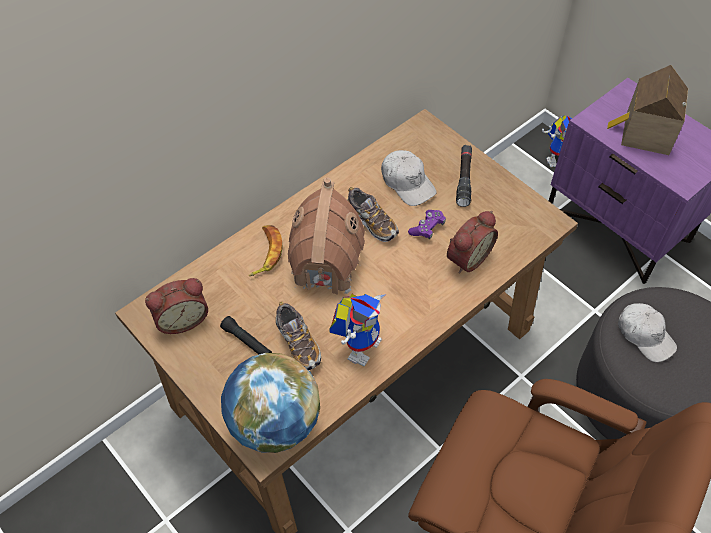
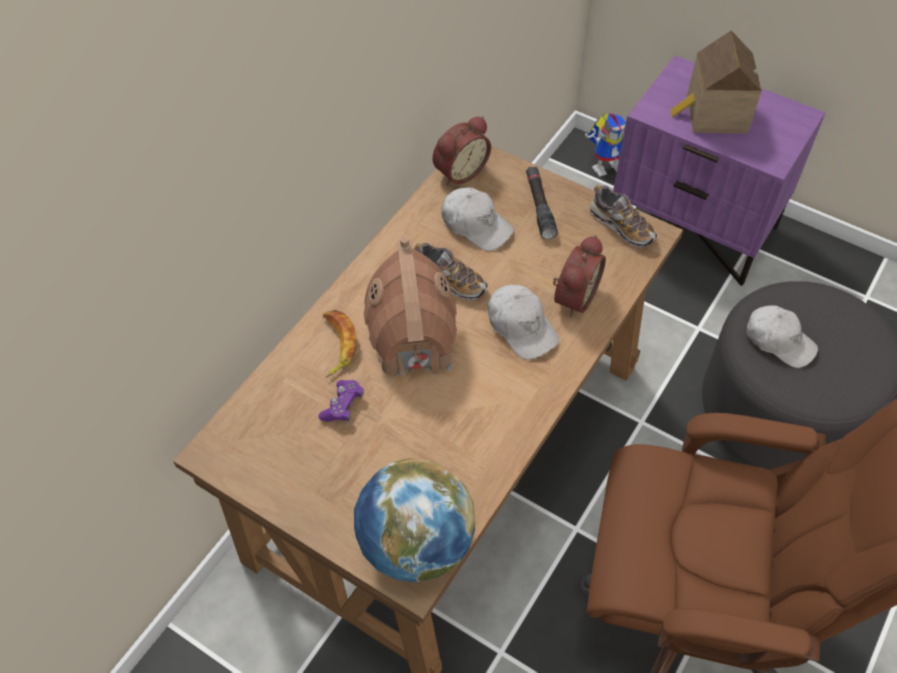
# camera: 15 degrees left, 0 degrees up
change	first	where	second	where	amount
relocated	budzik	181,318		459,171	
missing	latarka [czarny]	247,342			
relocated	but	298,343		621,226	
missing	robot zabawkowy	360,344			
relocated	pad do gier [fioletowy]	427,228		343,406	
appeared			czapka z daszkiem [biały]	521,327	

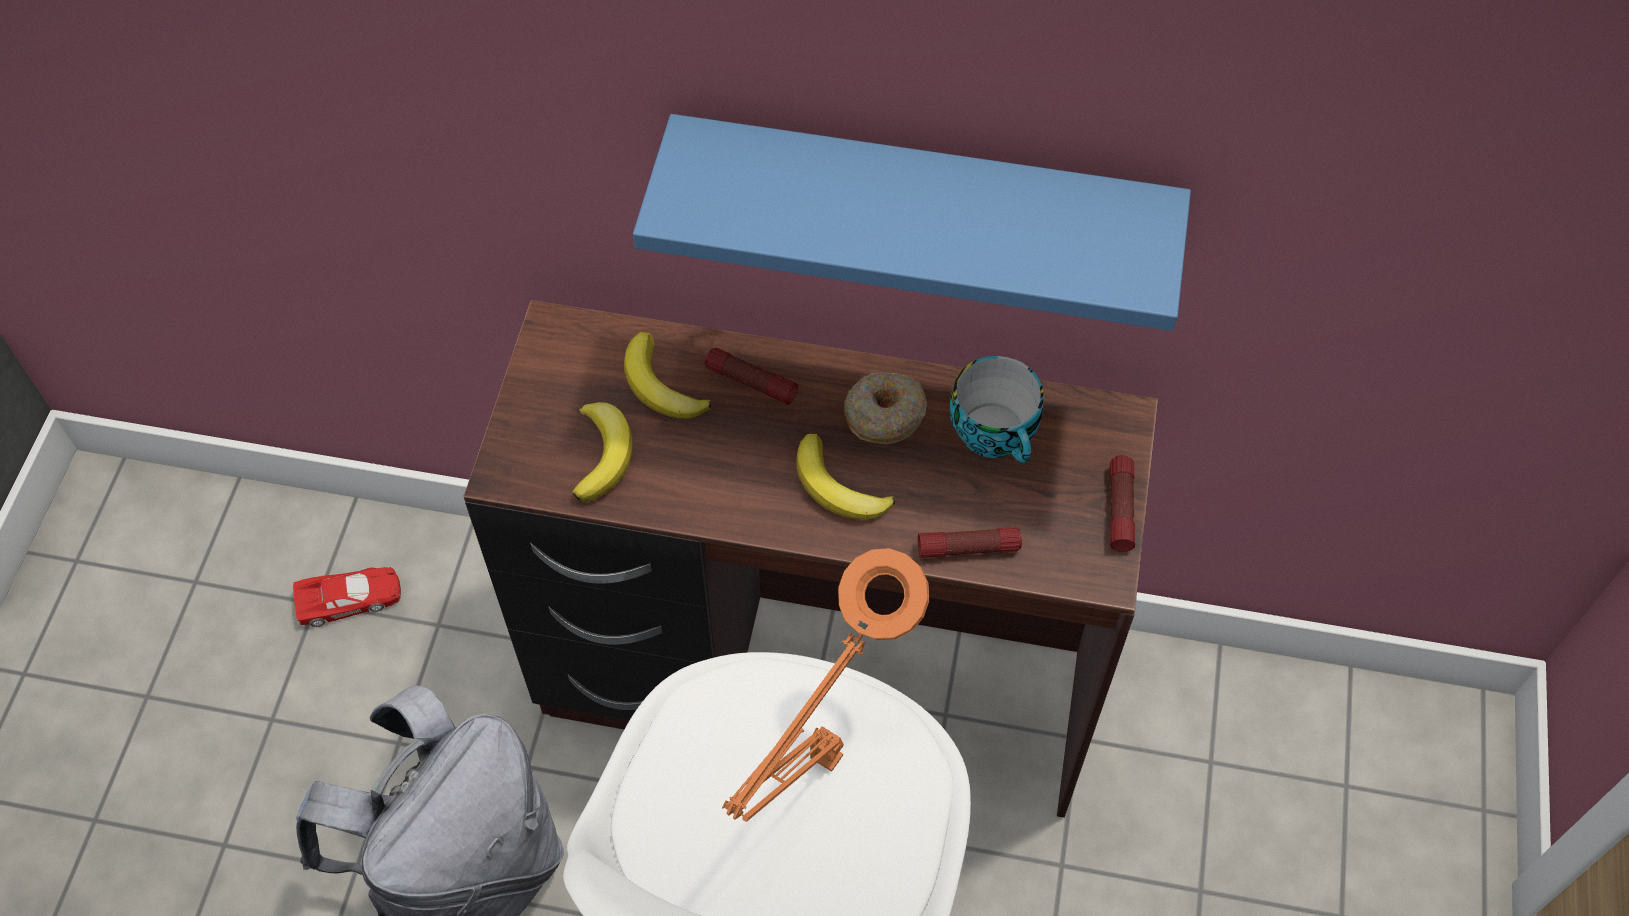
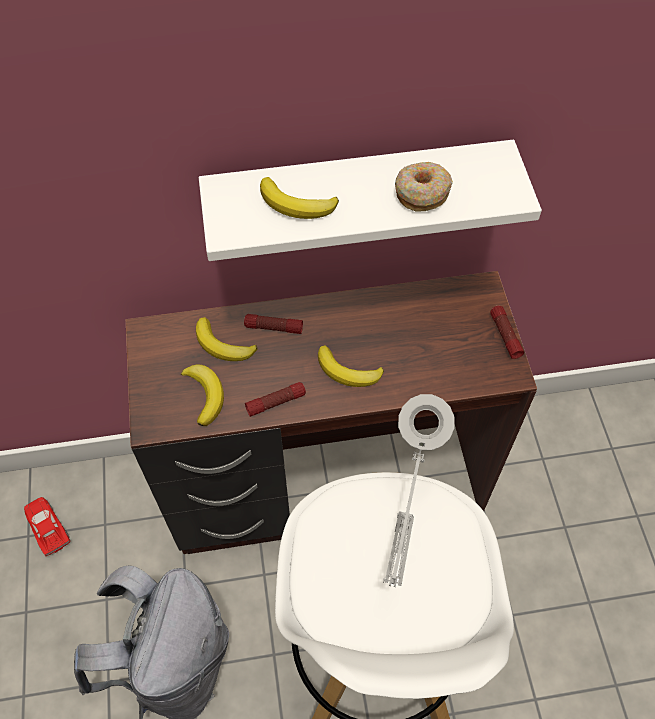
# camera: 20 degrees left, 0 degrees up
change	first	where	second	where	amount
spun	samochodzik [czerwony]	349,599		47,527	90 degrees counterclockwise
colour	półka [niebieski]	921,211	półka [biały]	357,196	
colour	lampa stołowa [pomarańczowy]	821,766	lampa stołowa [szary]	402,534	
relocated	donut	884,415		421,193	
relocated	latarka	968,548		276,402	
missing	filiżanka	997,434			
appeared			banan	297,205	

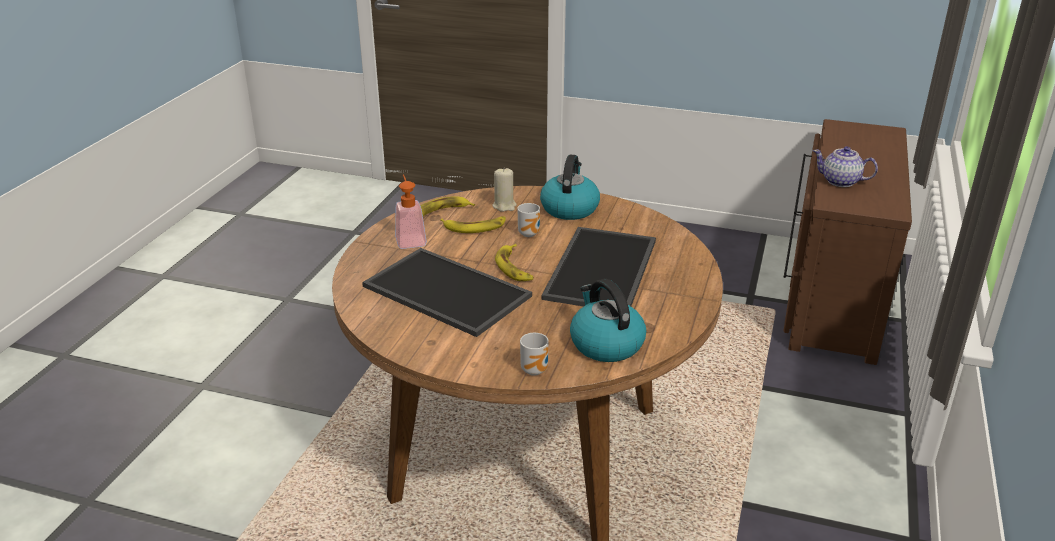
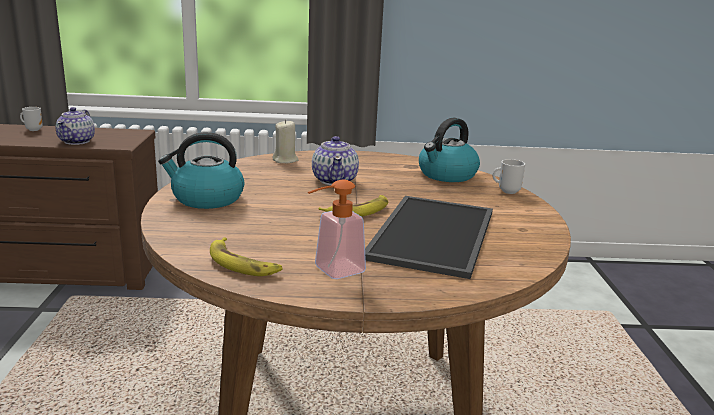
# camera: 110 degrees left, 10 degrees down
change	first	where	second	where	amount
missing	banan	474,227			
relocated	świeca [beżowy]	504,206		285,160	
relocated	kubek	530,233		33,129	
exchanged	taca	603,270	imbryk	335,180	

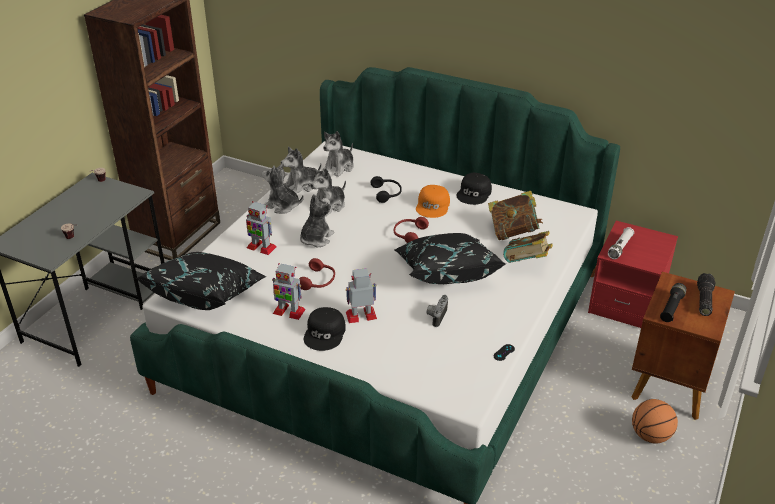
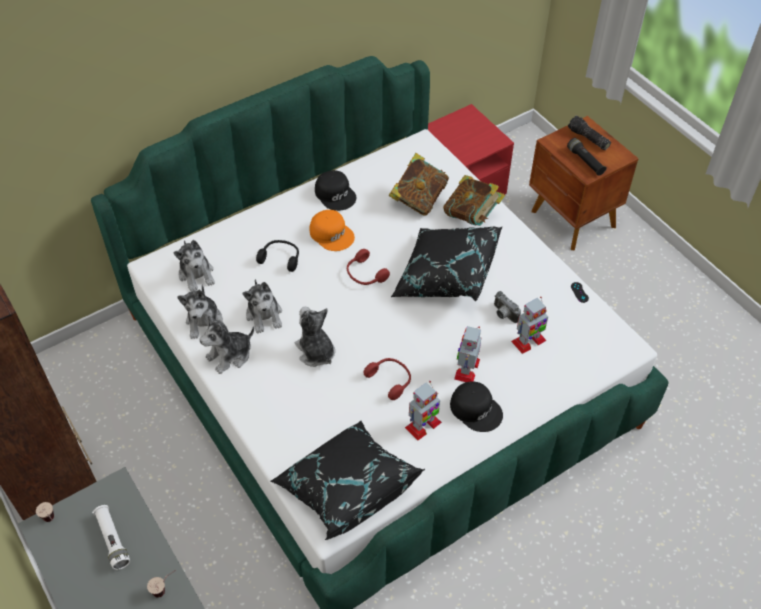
# camera: 60 degrees left, 15 degrees up
change	first	where	second	where	amount
relocated	robot zabawkowy	261,247		528,341	
relocated	latarka [biały]	620,247		113,540	
missing	piłka do koszykówki	650,436			

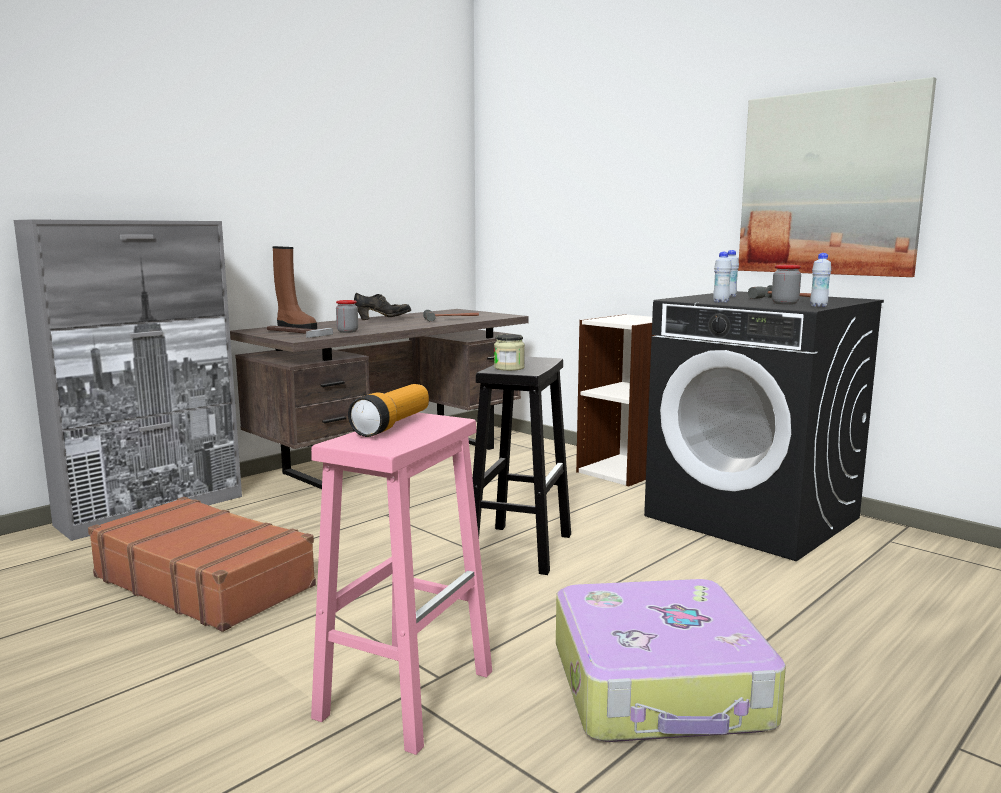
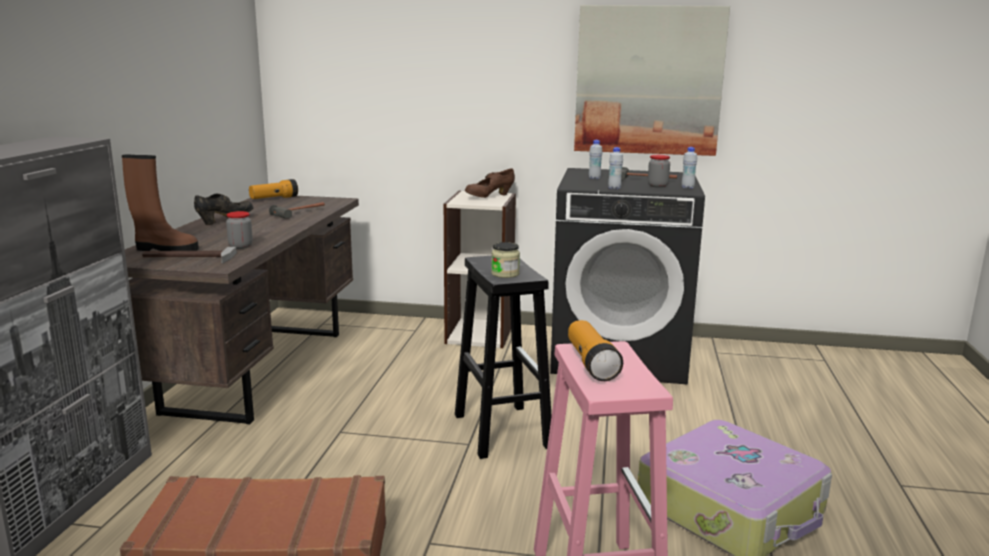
# camera: 35 degrees left, 5 degrees up
change	first	where	second	where	amount
appeared			latarka	274,198	
appeared			but [brązowy]	489,197	

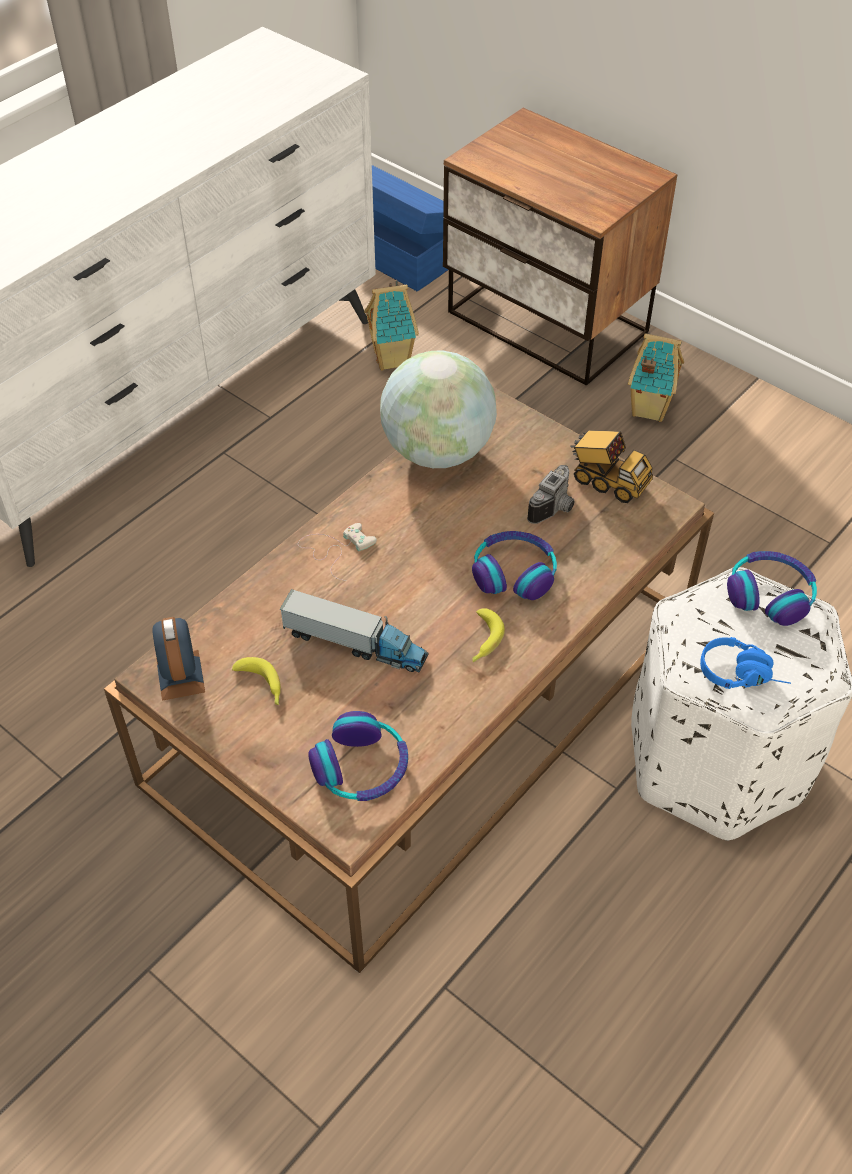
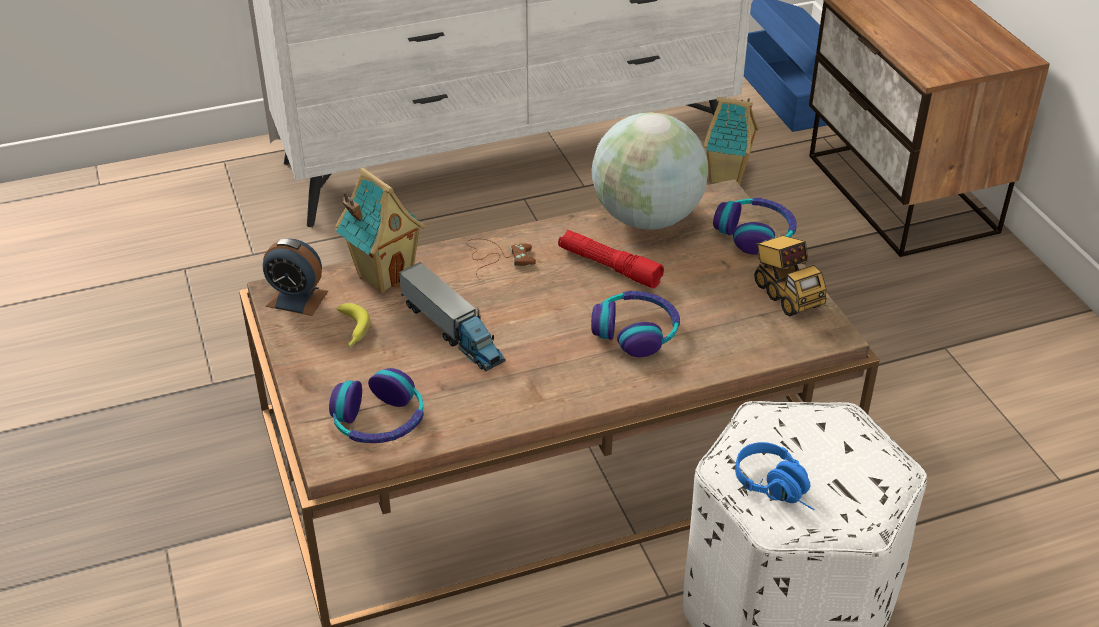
# camera: 30 degrees right, 10 degrees down
change	first	where	second	where	amount
spun	budzik	180,675		297,299	90 degrees counterclockwise
colour	pad do gier [biały]	335,549	pad do gier [brązowy]	496,257	
missing	banan	483,641			
missing	aparat fotograficzny	555,508			
relocated	domek	648,409		385,275	
relocated	słuchawki	770,594		755,234	
appeared			latarka [czerwony]	609,267	

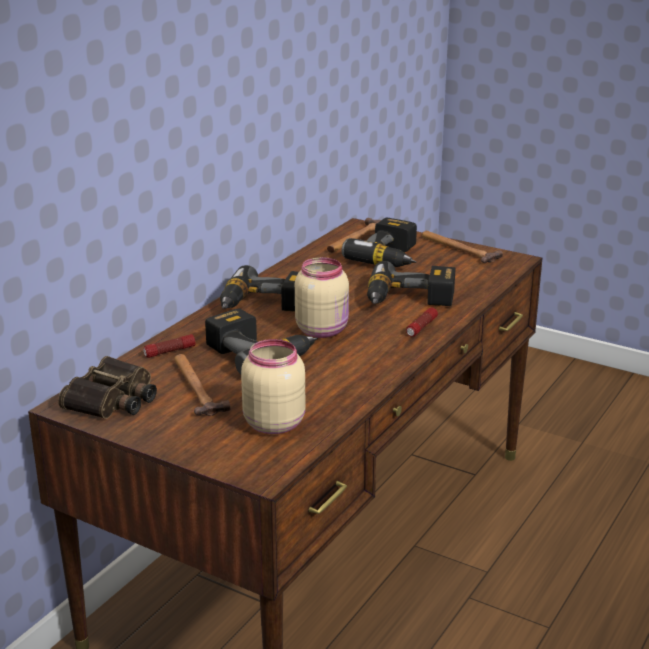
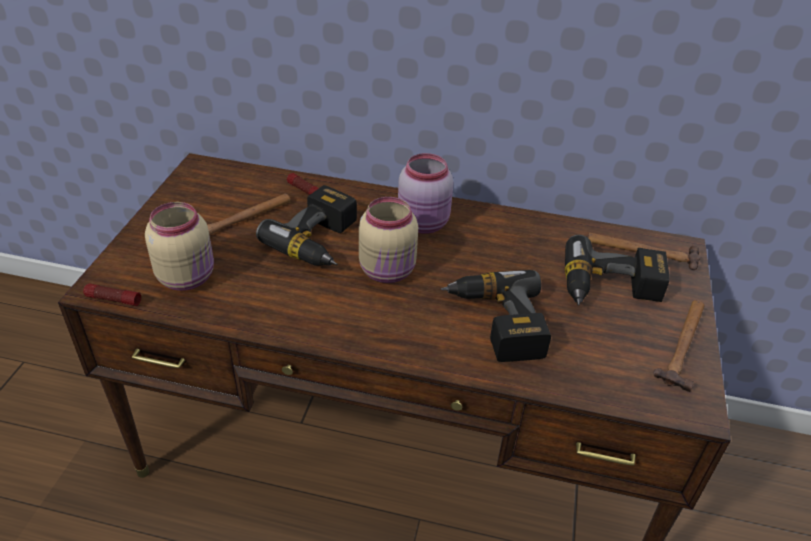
# camera: 70 degrees right, 15 degrees up
change	first	where	second	where	amount
missing	lornetka	113,399			
exchanged	wiertarka	265,306	słoik [różowy]	424,224	
relocated	latarka	421,327		113,300	

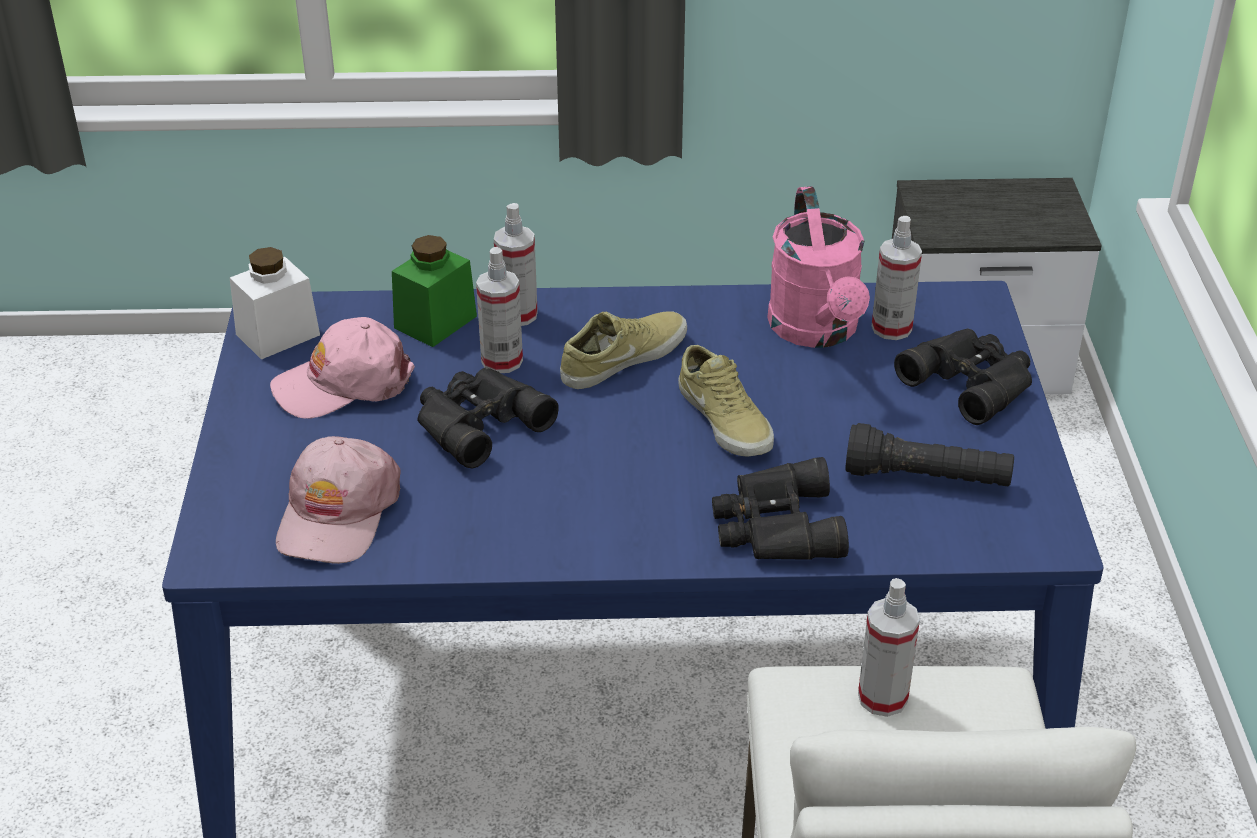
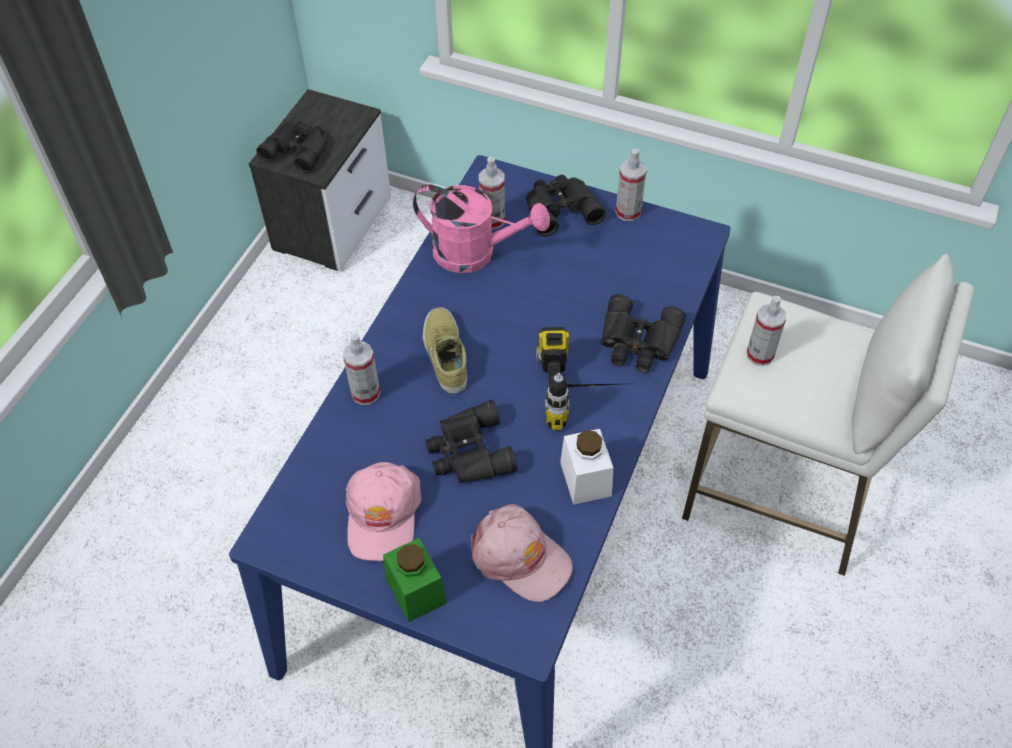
# camera: 65 degrees left, 15 degrees up
change	first	where	second	where	amount
relocated	słoik [biały]	278,334		585,479	
relocated	słoik [zielony]	435,322		416,590	
relocated	spryskiwacz	502,361		628,212	
missing	but [beżowy]	727,419			
missing	latarka [czarny]	927,478			
appeared			lornetka [czarny]	298,149	
appeared			wiertarka	586,394	

